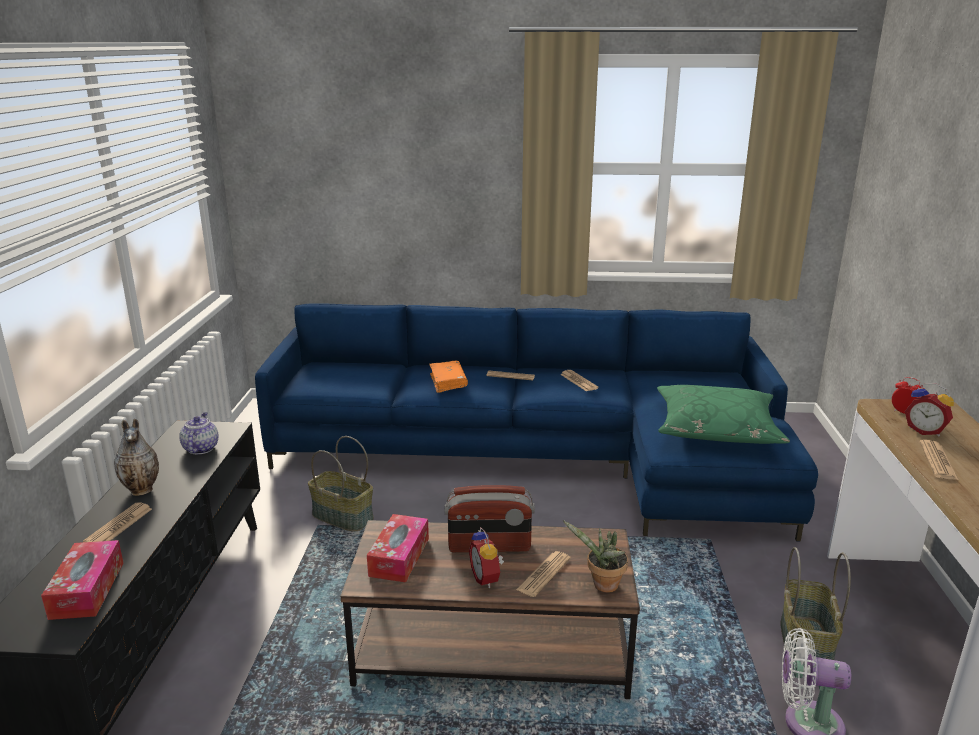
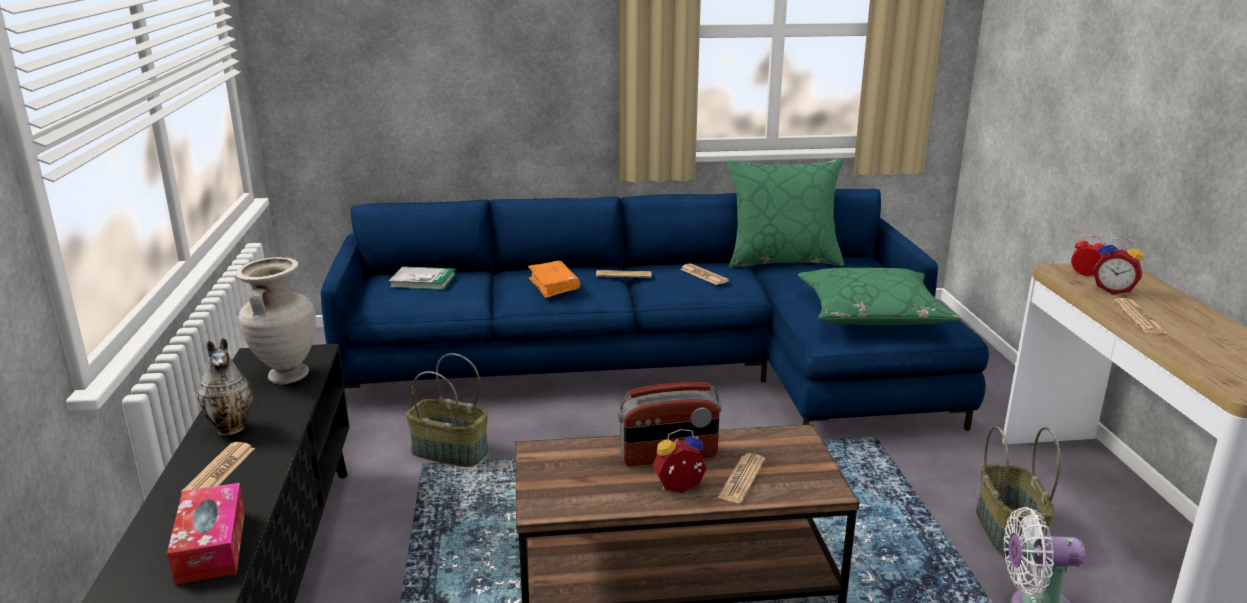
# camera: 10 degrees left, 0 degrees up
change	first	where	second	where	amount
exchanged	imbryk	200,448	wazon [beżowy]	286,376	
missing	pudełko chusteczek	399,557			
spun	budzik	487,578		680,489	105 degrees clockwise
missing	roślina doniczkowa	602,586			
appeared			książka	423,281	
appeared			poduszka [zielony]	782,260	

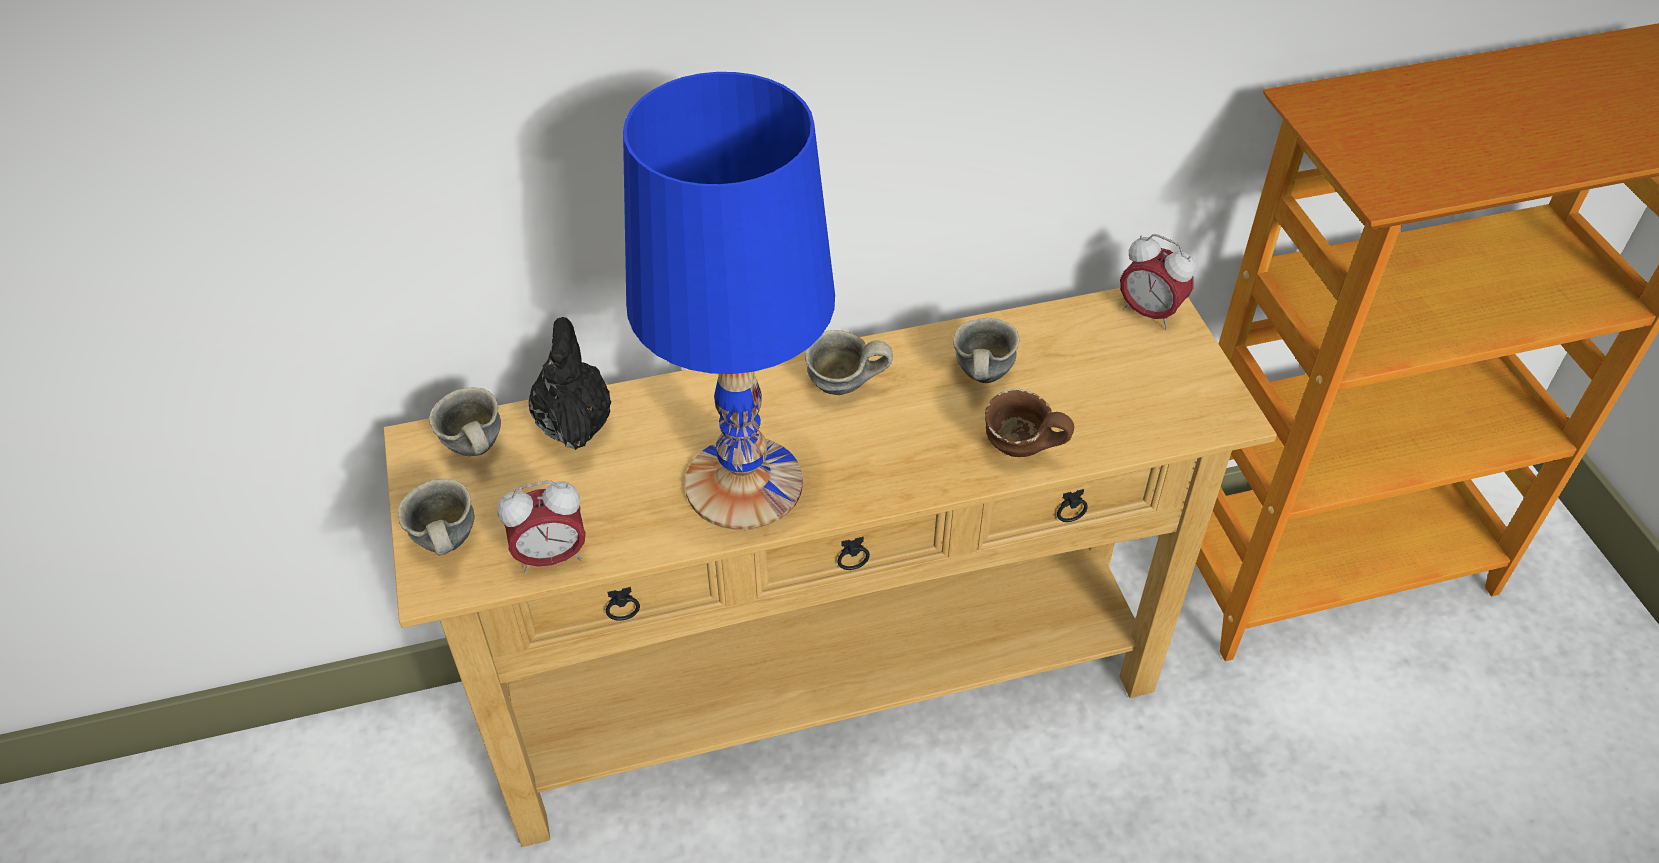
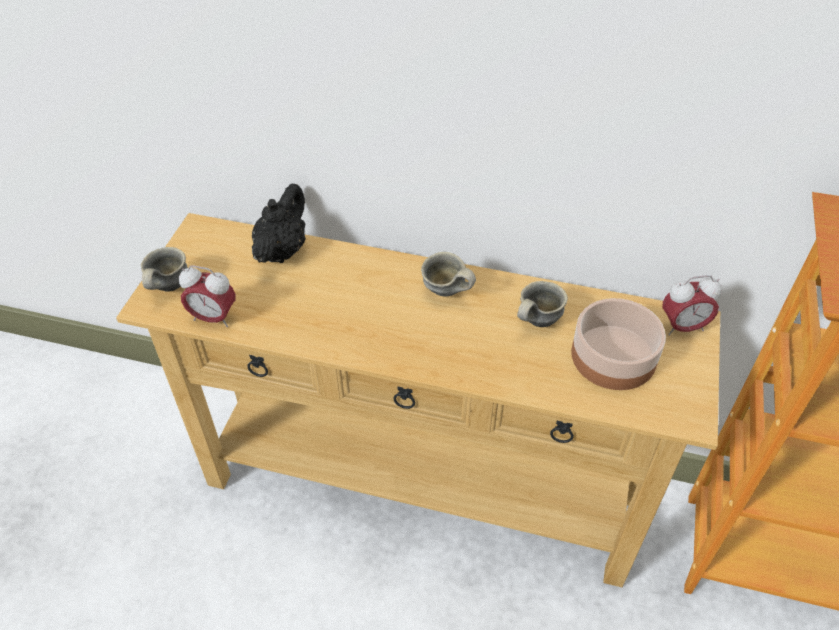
# camera: 30 degrees right, 0 degrees up
change	first	where	second	where	amount
missing	kubek [szary]	473,452			
missing	lampa stołowa [niebieski]	745,483			
missing	kubek [brązowy]	1019,453			
spun	budzik	1149,313		682,327	75 degrees counterclockwise
appeared			miska	612,357	

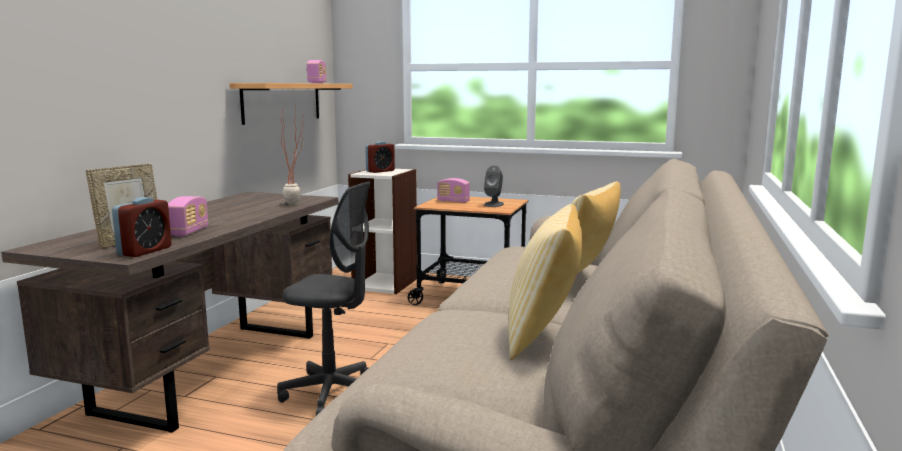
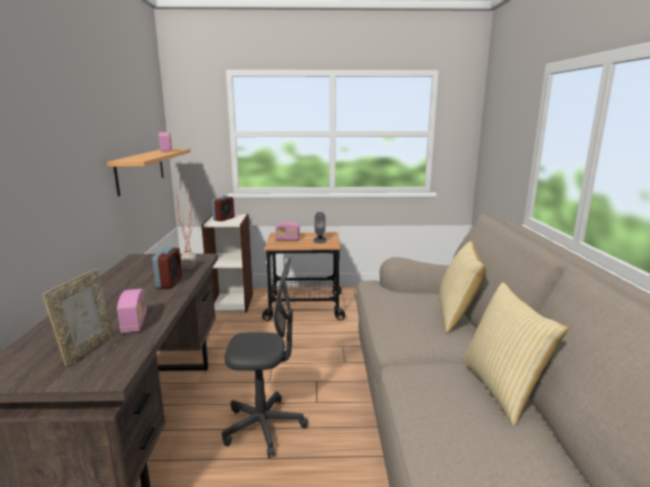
# camera: 20 degrees left, 5 degrees up
change	first	where	second	where	amount
relocated	budzik	145,251		169,282	

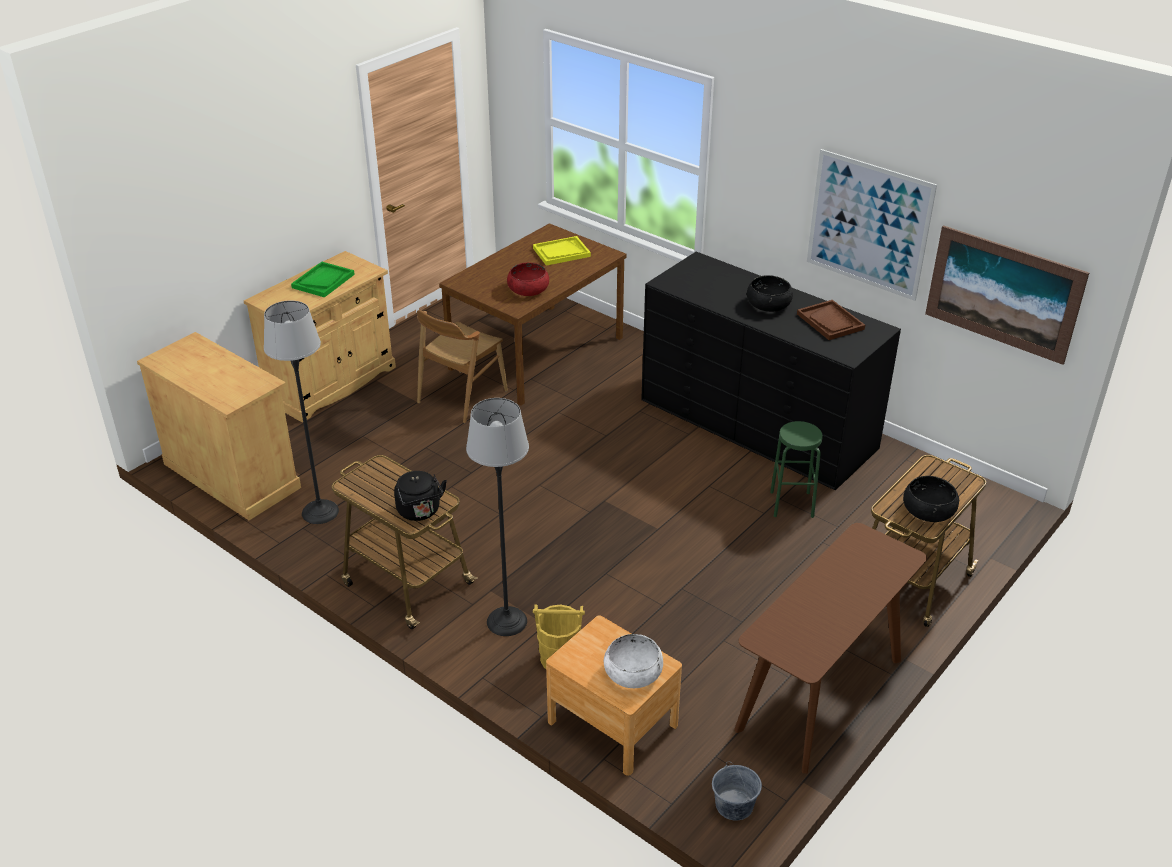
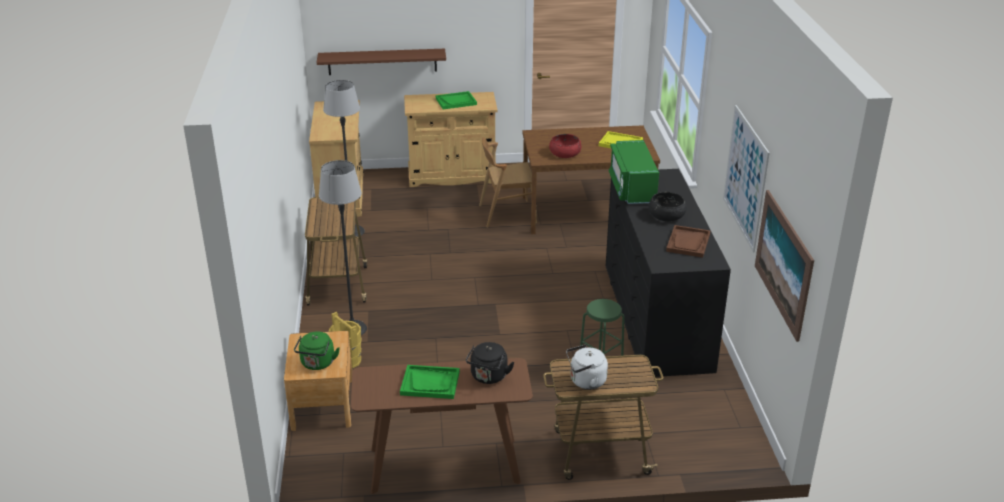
# camera: 45 degrees right, 5 degrees down
change	first	where	second	where	amount
relocated	czajnik [czarny]	420,512		488,377	
exchanged	miska [biały]	633,672	czajnik [zielony]	317,364	
missing	wiadro [szary]	734,805			
exchanged	miska [czarny]	928,510	czajnik [biały]	585,381	
appeared			półka [brązowy]	382,61	
appeared			taca [zielony]	430,383	
appeared			mikrofalówka [zielony]	632,188	

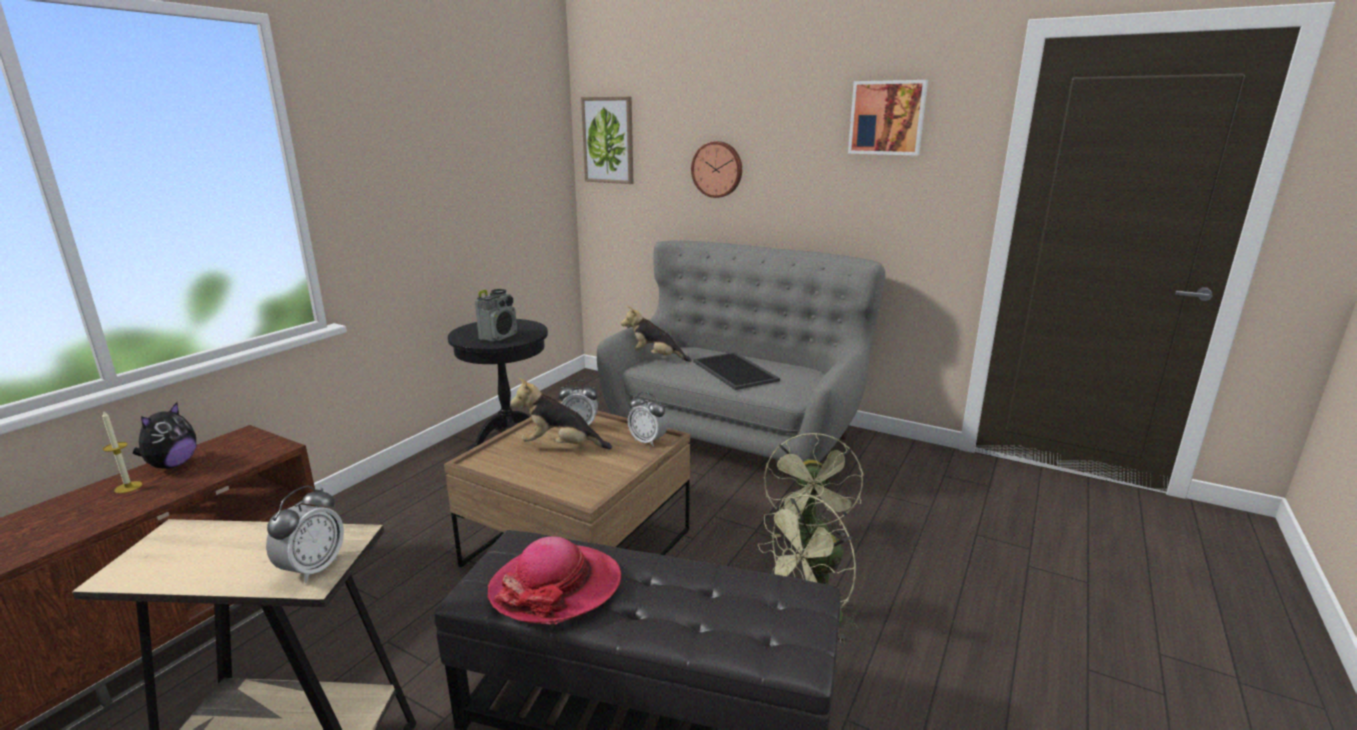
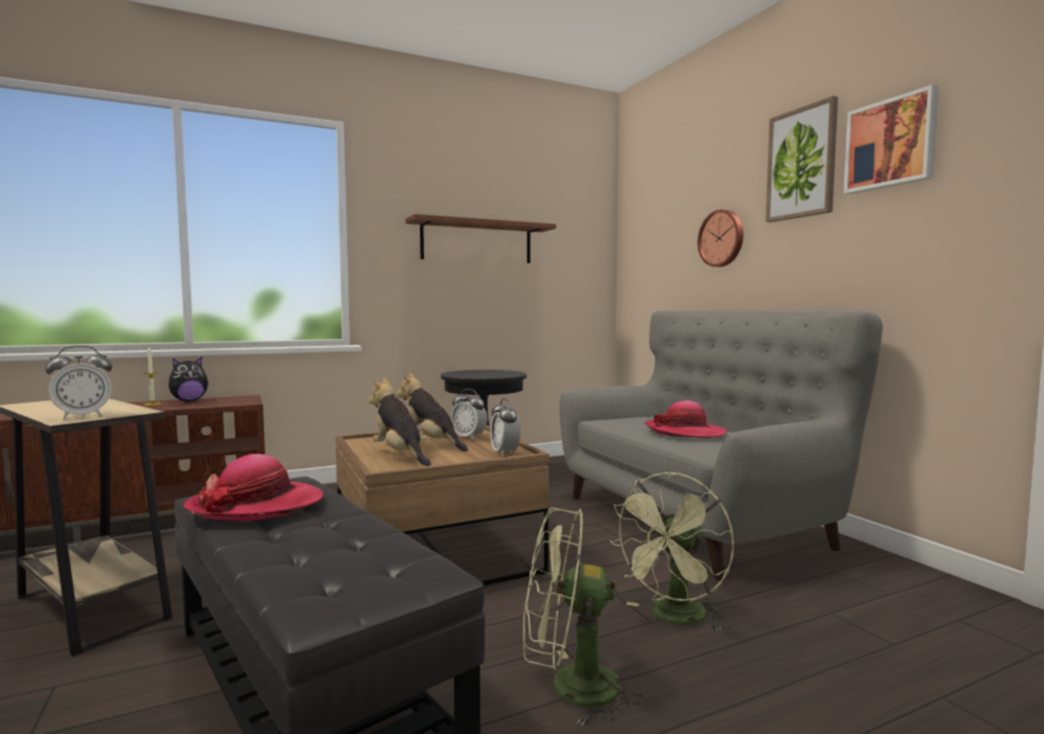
# camera: 35 degrees right, 15 degrees down
change	first	where	second	where	amount
missing	radio	499,336			
relocated	obraz	608,140		801,163	
relocated	pluszak	655,358		400,455	
exchanged	taca	736,371	kapelusz	685,432	
appeared			półka [brązowy]	477,242	

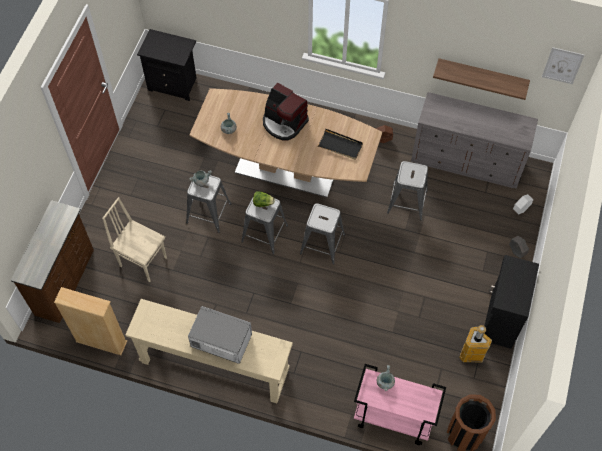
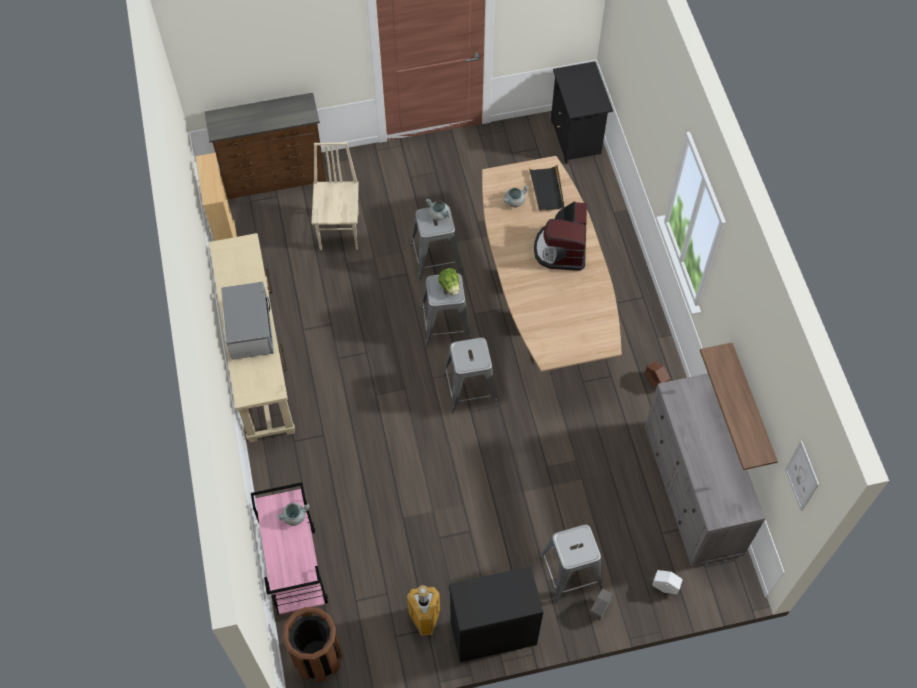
# camera: 60 degrees right, 0 degrees up
change	first	where	second	where	amount
relocated	taca [czarny]	340,145		547,190	
relocated	stołek [szary]	407,202		570,572	

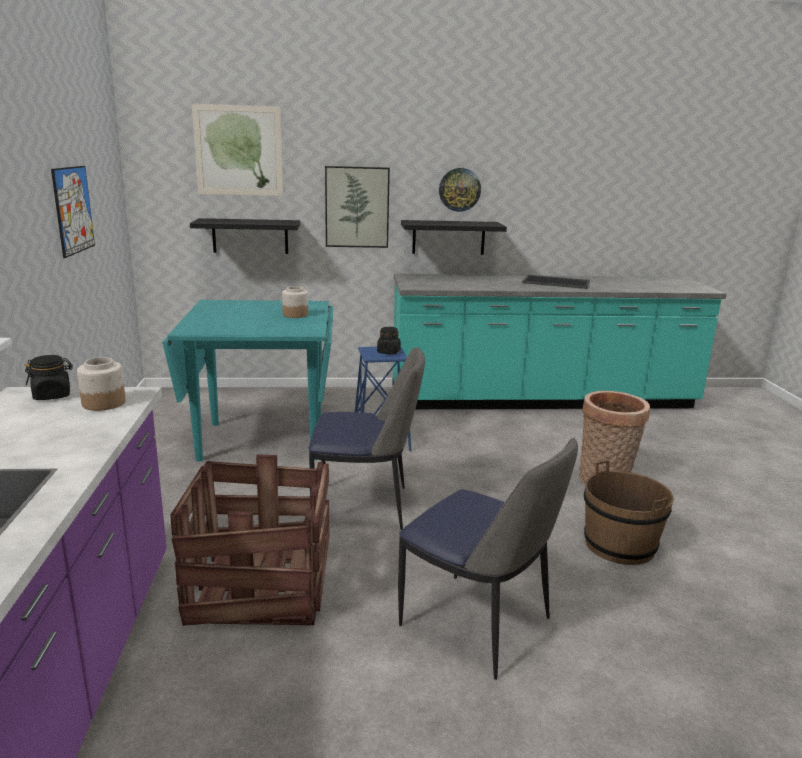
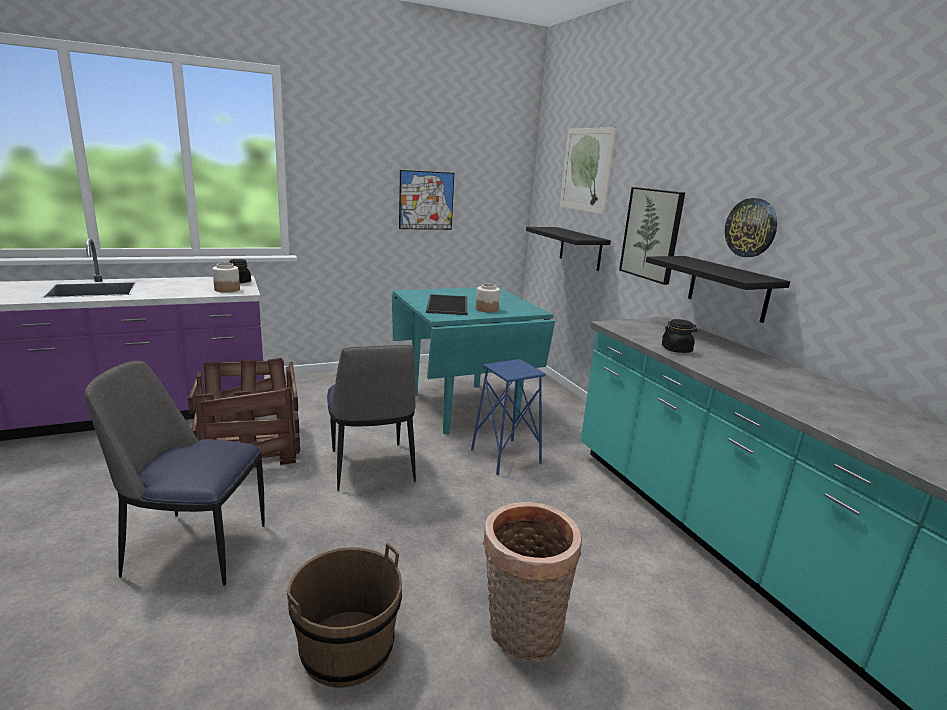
# camera: 70 degrees right, 0 degrees up
change	first	where	second	where	amount
relocated	słoik [czarny]	388,352		676,350	
spun	krzesło	478,625		193,548	75 degrees clockwise
relocated	taca	557,282		448,305	

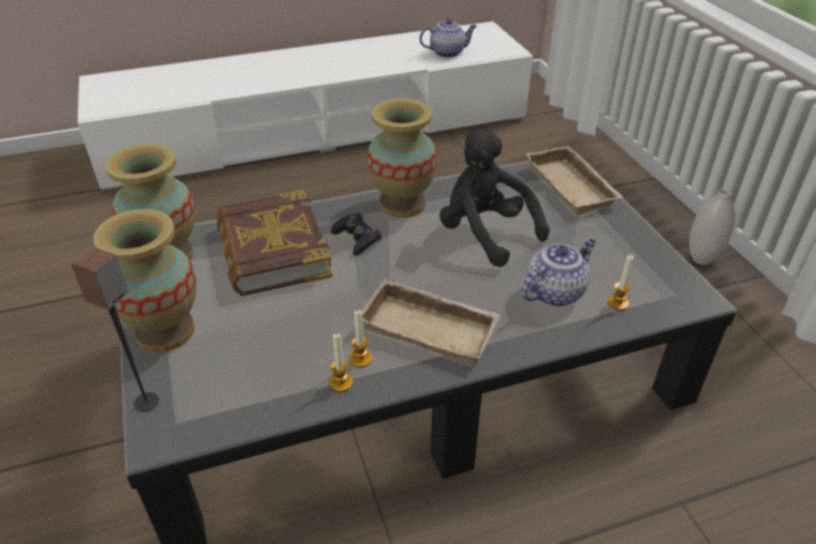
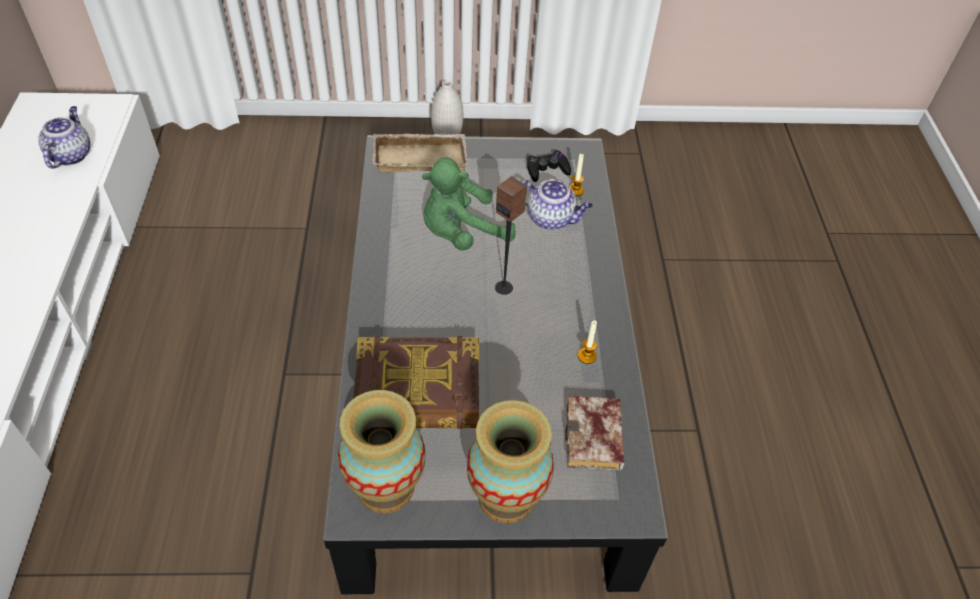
# camera: 75 degrees left, 10 degrees up
change	first	where	second	where	amount
relocated	głośnik	147,402		504,287	
missing	świeca	341,383			
relocated	pad do gier [czarny]	357,238		547,169	
missing	taca [beżowy]	431,327			
missing	wazon	402,204			
colour	pluszak [czarny]	485,233	pluszak [zielony]	461,233	
spun	imbryk	555,292		551,218	135 degrees clockwise
appeared			książka	596,440	

